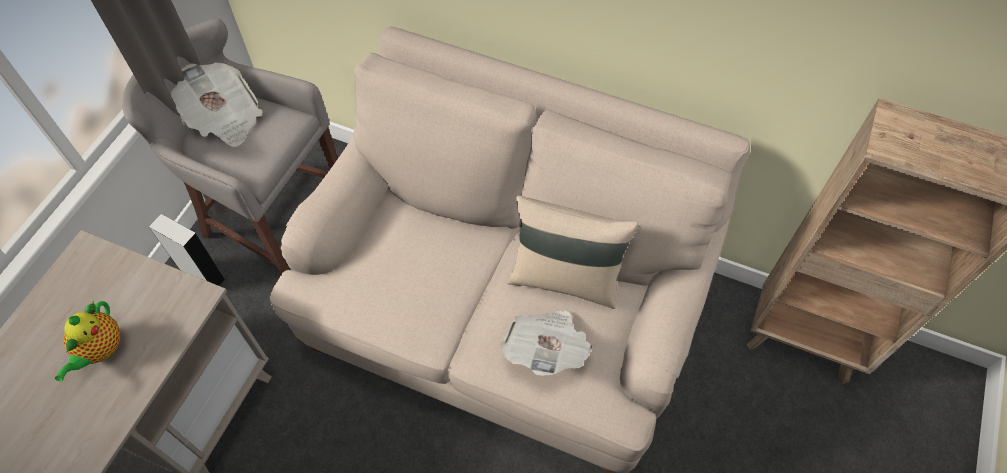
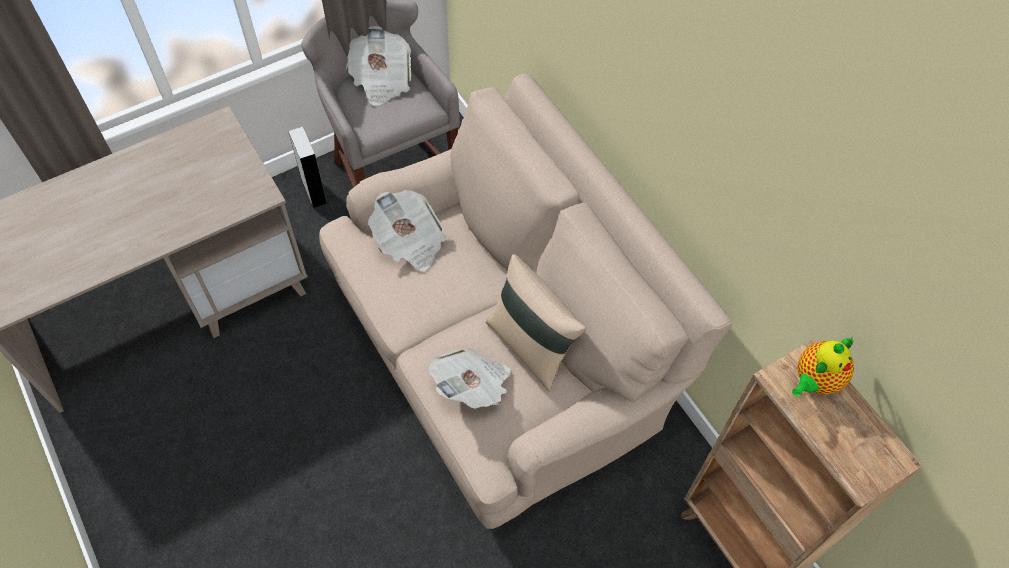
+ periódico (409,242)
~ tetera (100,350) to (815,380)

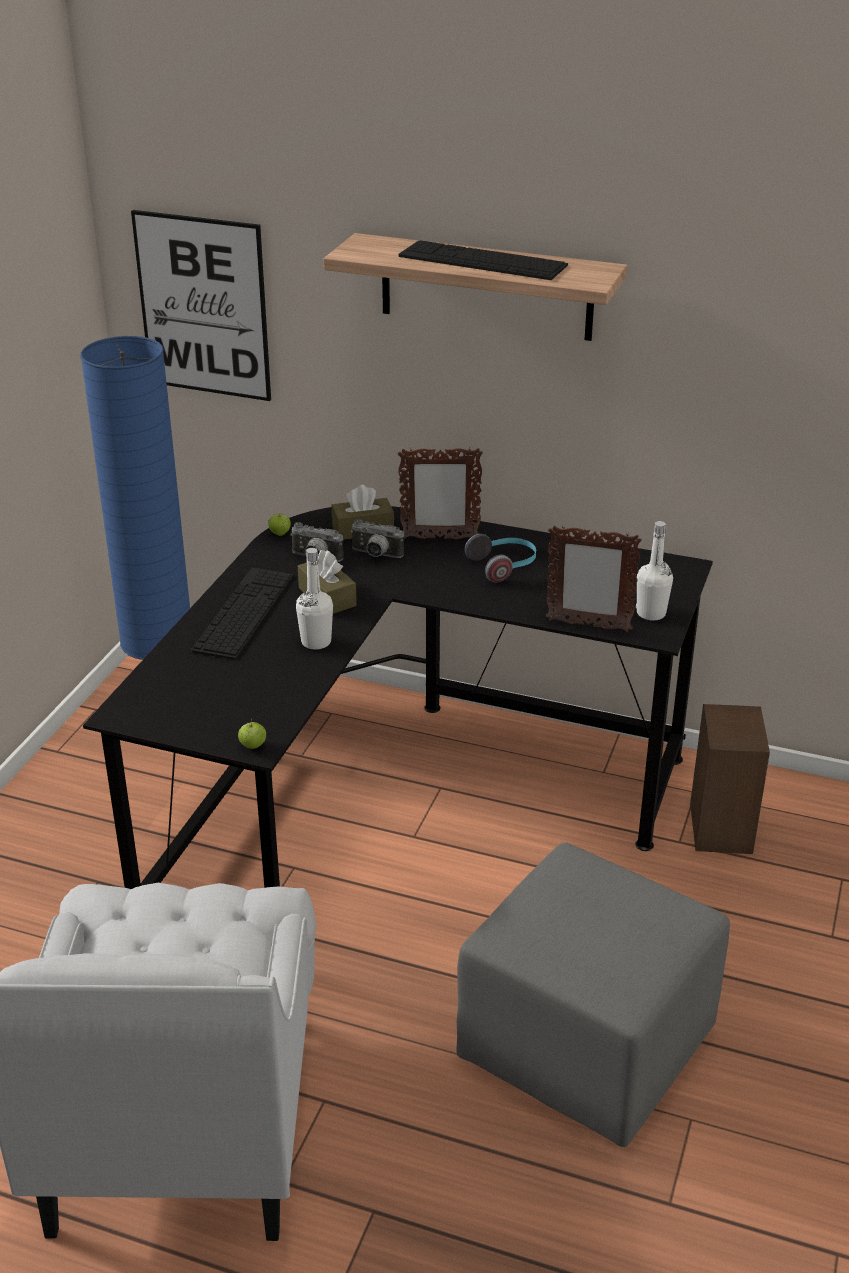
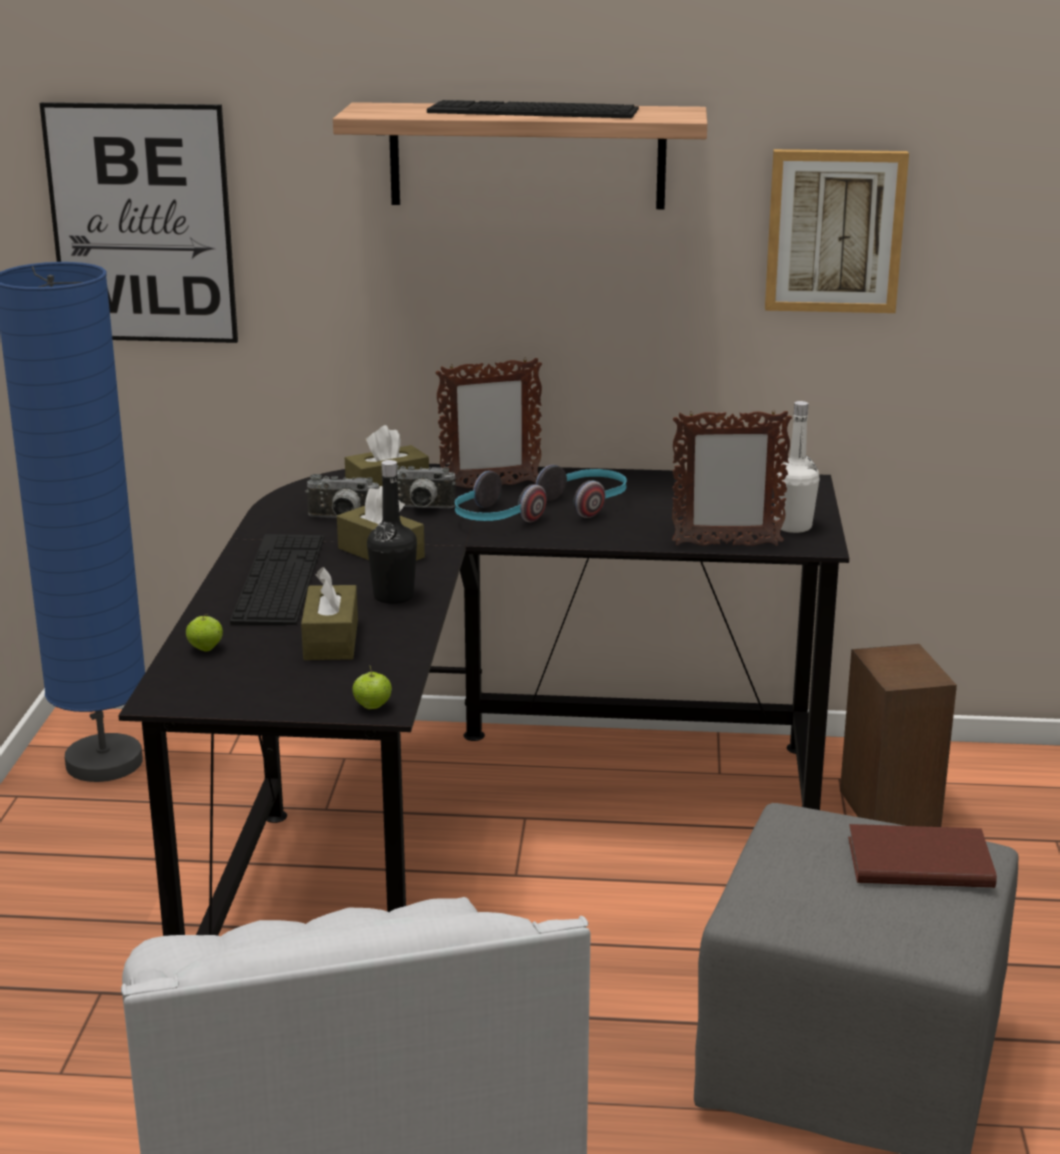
~ manzana (280,534) to (205,649)
+ caja de pañuelos/marrón (331,640)
~ botella/blanco (316,642) to botella/negro (393,596)
+ auriculares (494,520)
+ cuadro (834,230)
+ libro/marrón (917,860)

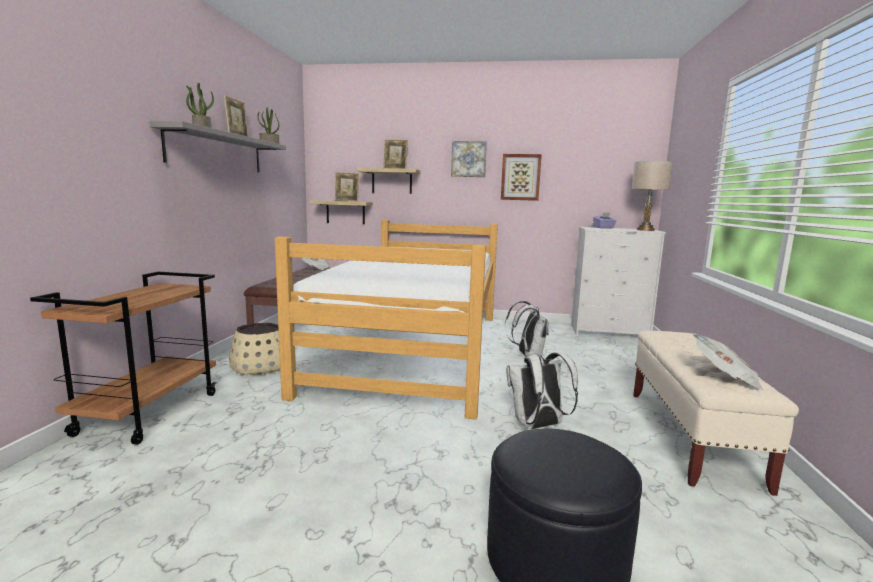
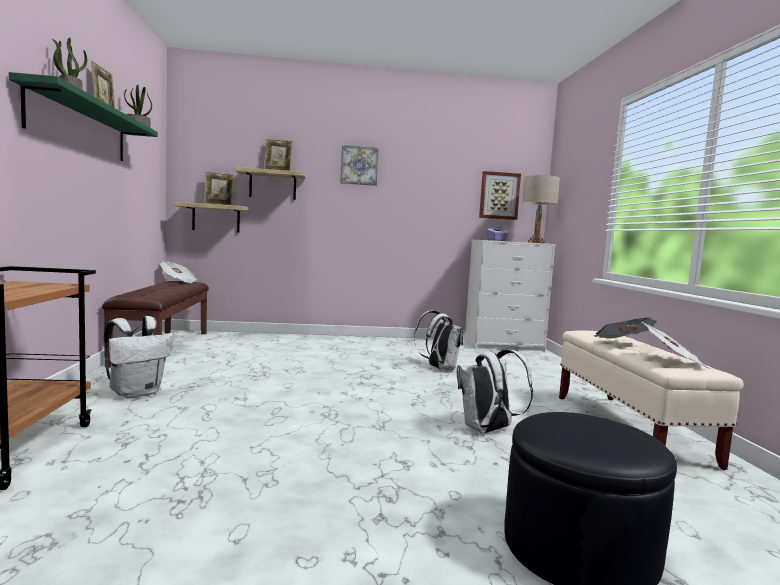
~ estante/gris (217,151) to estante/verde (80,127)
~ maceta/beis (260,367) to mochila/blanco (136,393)
~ cuadro (520,177) to (499,195)
+ periódico (622,343)
- cama (415,349)

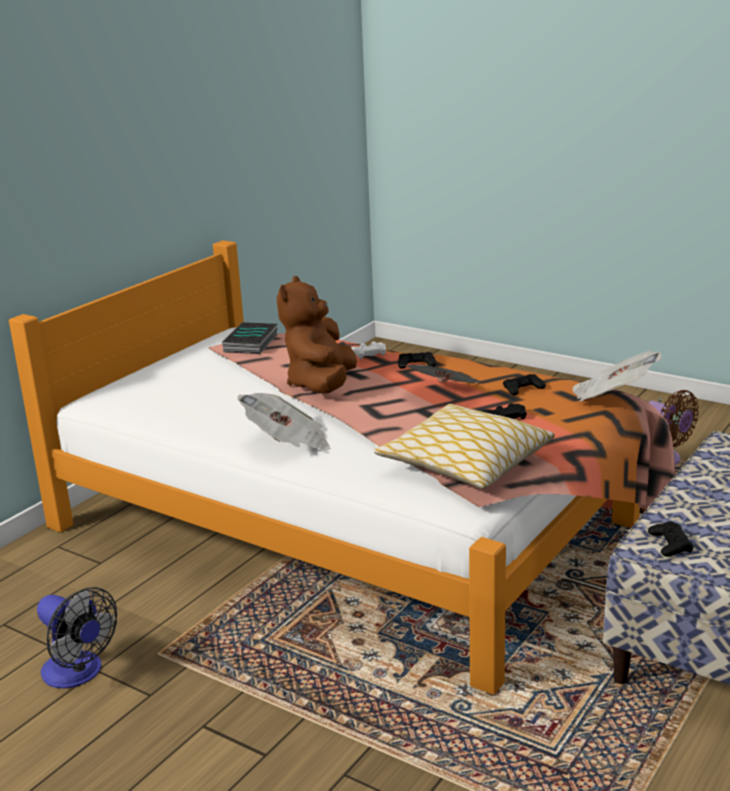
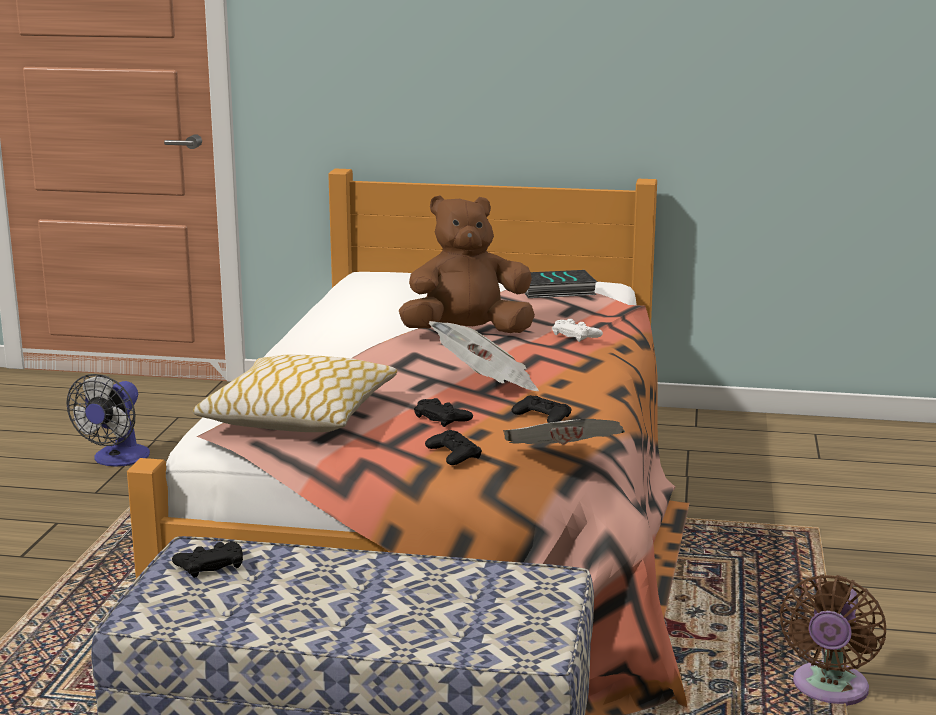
~ mando de consola/negro (416,364) to (453,454)
- periódico (288,443)

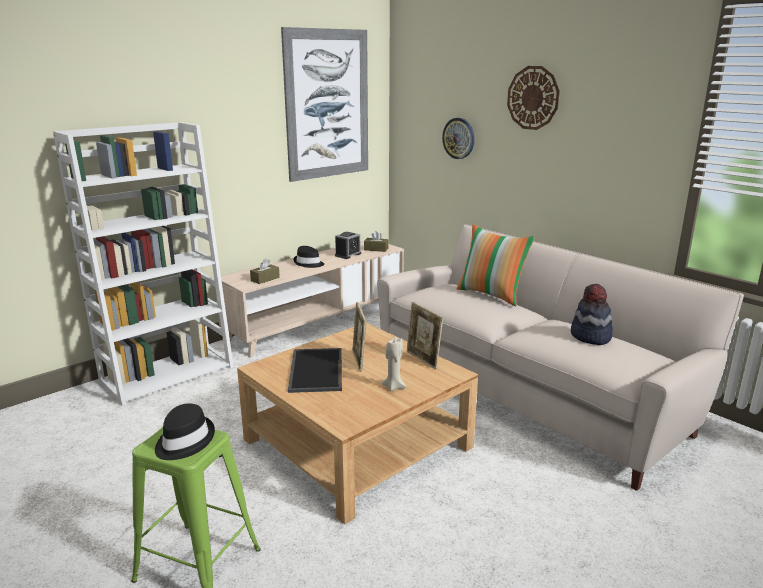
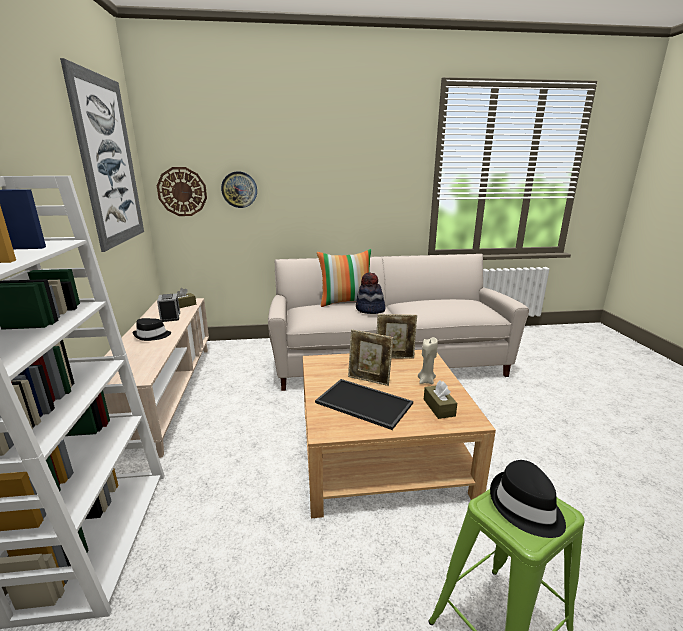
~ reloj de pared (533,98) to (182,191)
~ sombrero (590,336) to (370,310)
~ caja de pañuelos/marrón (265,279) to (439,407)

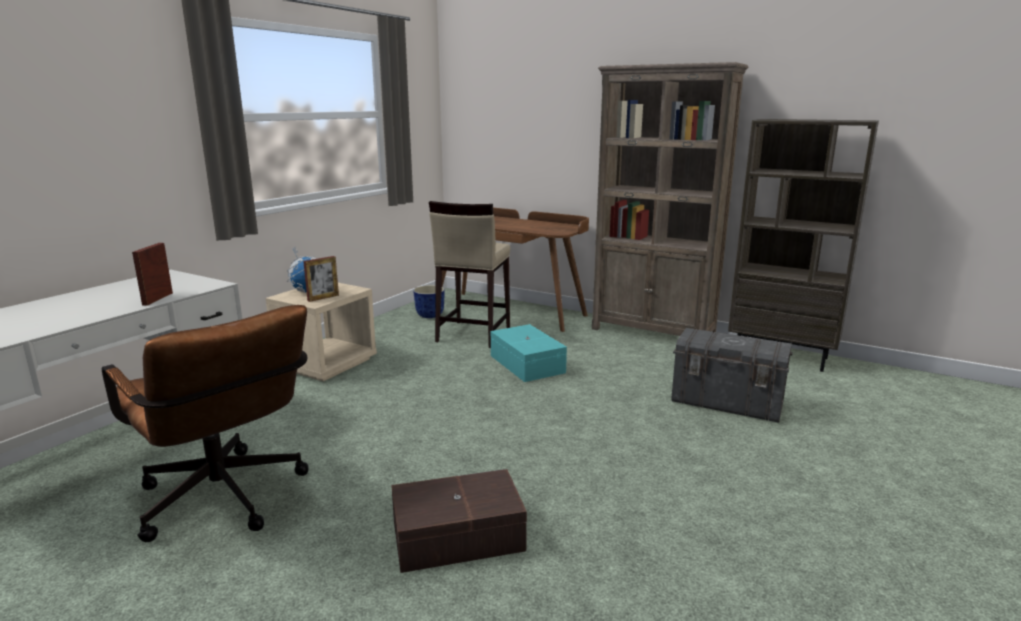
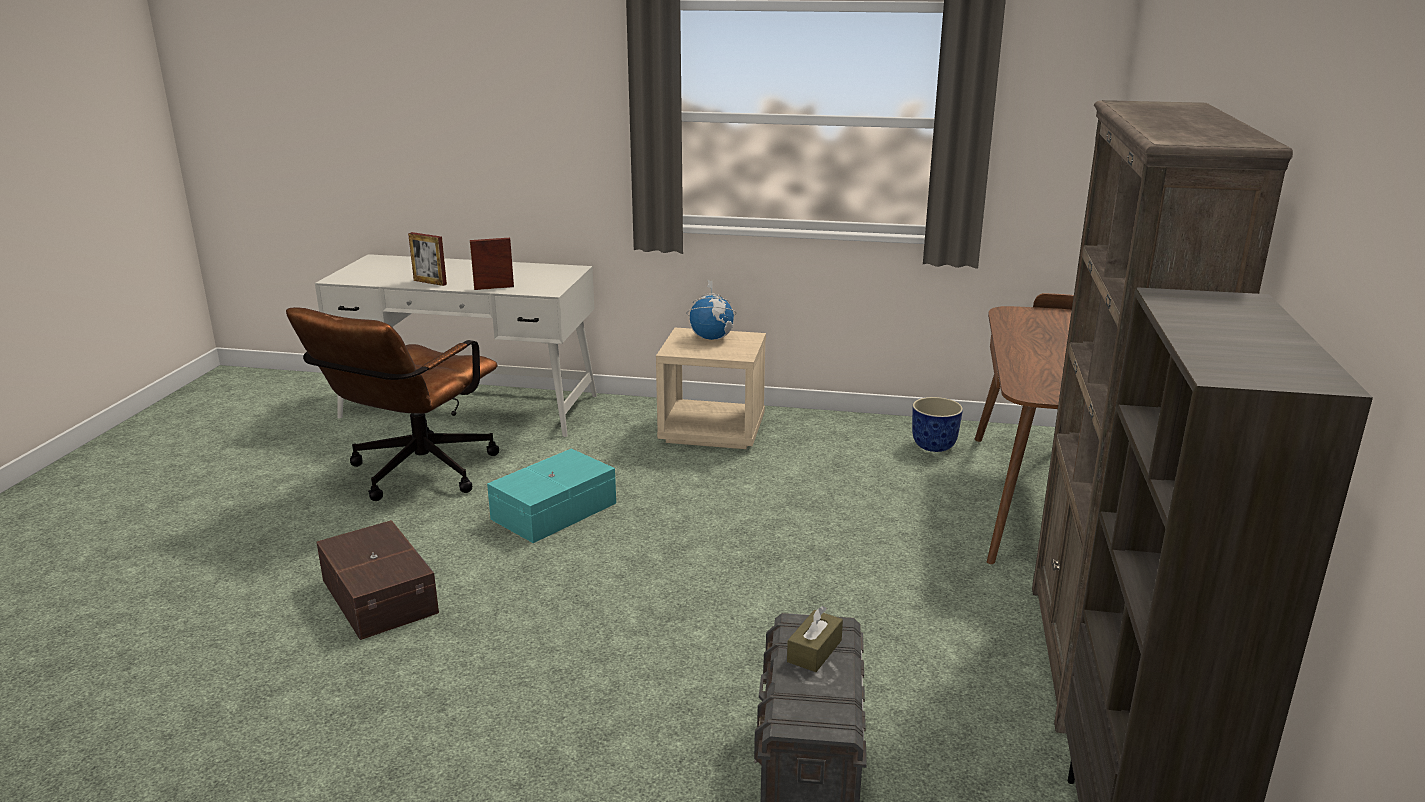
~ portarretratos (323,298) to (430,282)
~ caja de almacenaje/turquesa (527,363) to (556,511)
+ caja de pañuelos/marrón (814,651)
- taburete/beis (472,334)

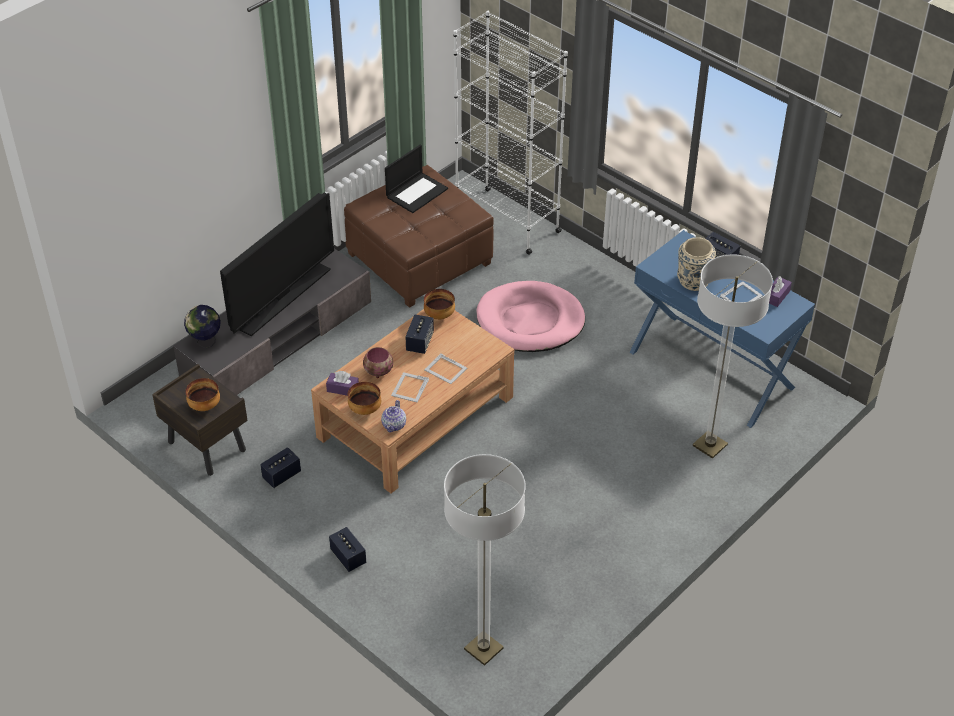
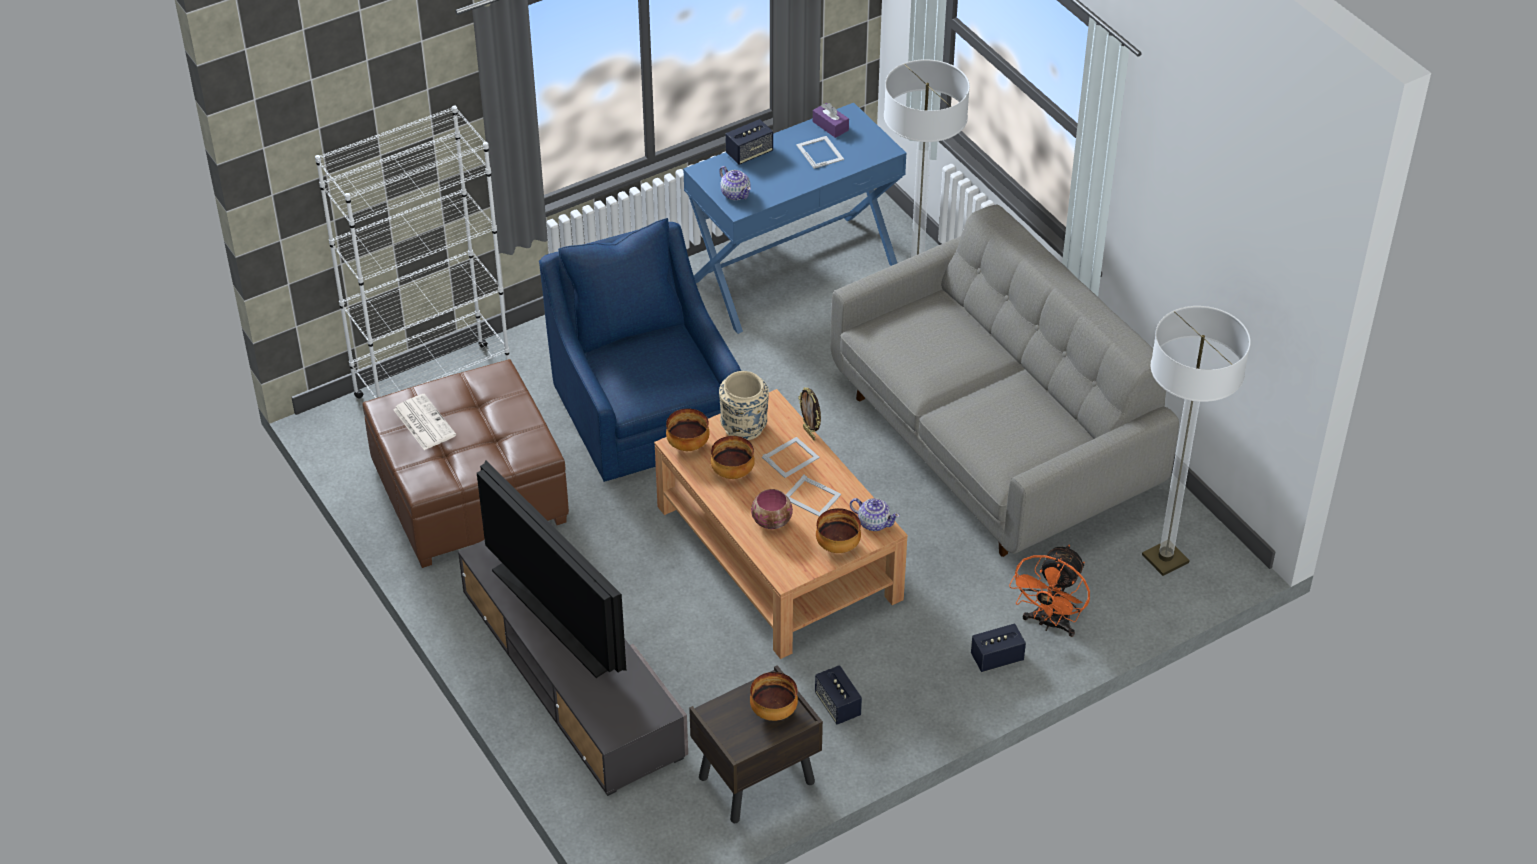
~ portátil (417,192) to periódico (423,422)
~ cama para perro/rosa (530,321) to sillón/azul (644,409)
~ altavoz (420,342) to cuenco (732,473)
+ tetera (735,193)
~ florero/beis (693,281) to (744,428)
+ portarretratos (810,433)
+ sofá/gris (992,445)
+ ventilador/naranja (1049,623)
- globo terráqueo (205,342)
- caja de pañuelos/morado (343,389)

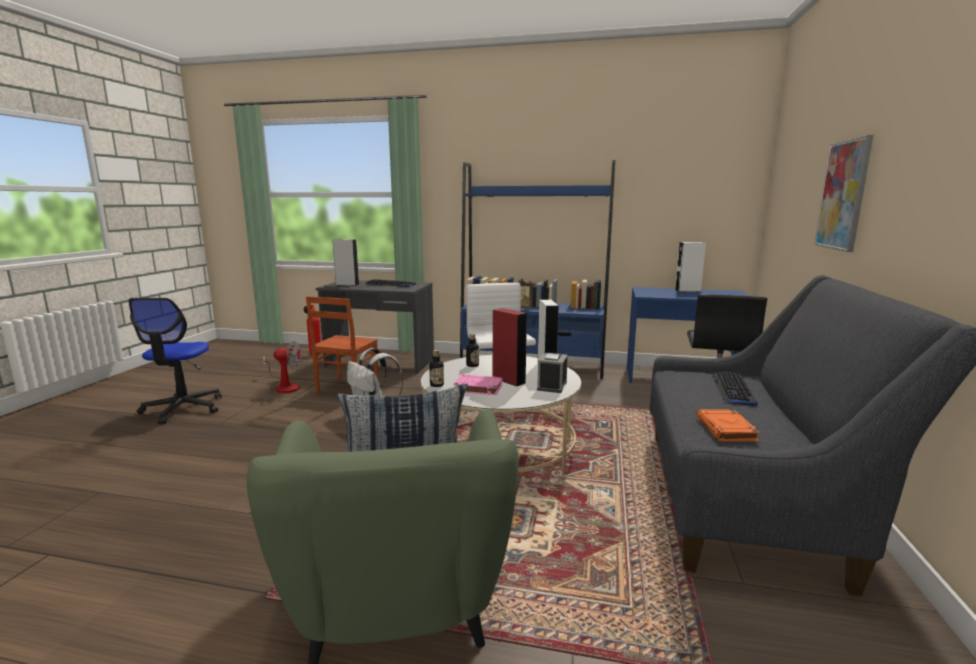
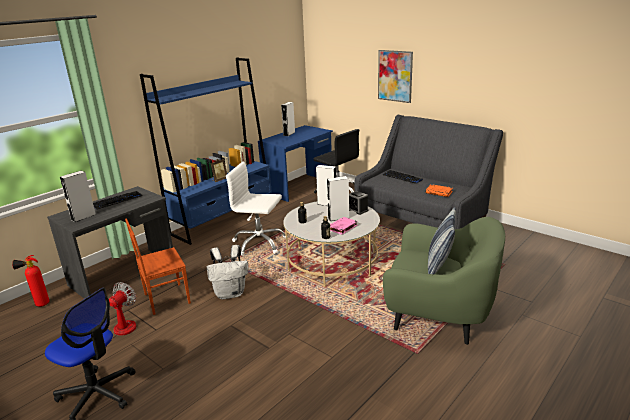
~ silla/marrón (346,389) = (166,298) 105 degrees clockwise
~ altavoz/rojo (508,380) to altavoz/blanco (338,218)

